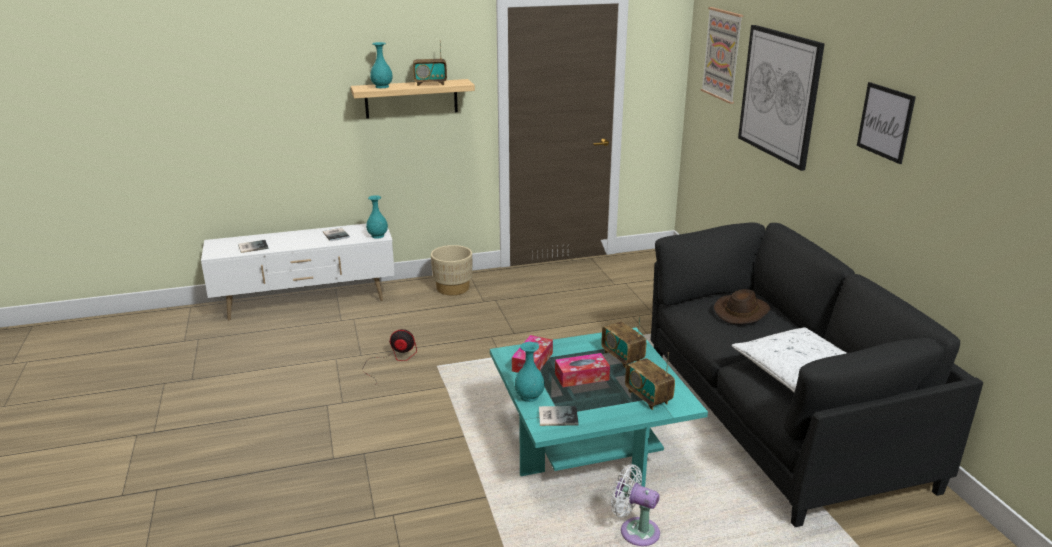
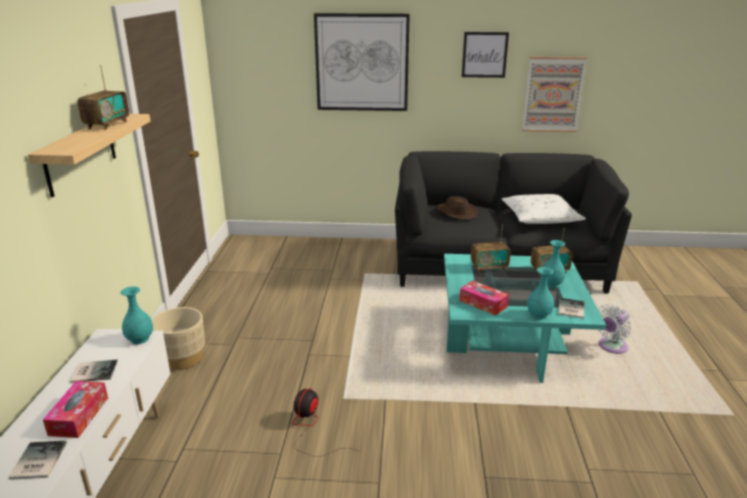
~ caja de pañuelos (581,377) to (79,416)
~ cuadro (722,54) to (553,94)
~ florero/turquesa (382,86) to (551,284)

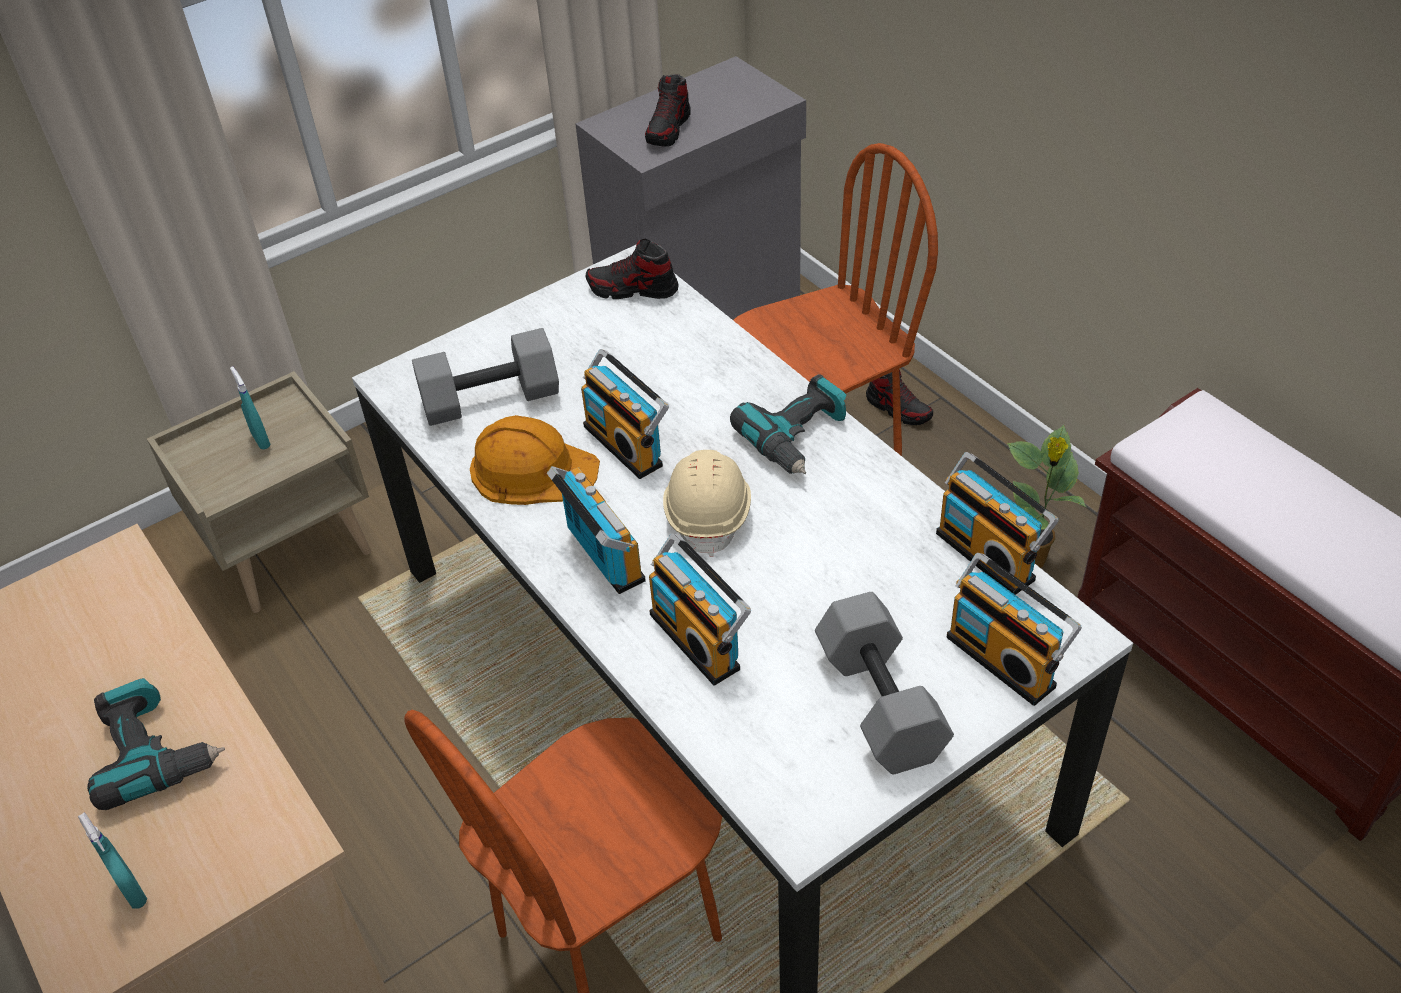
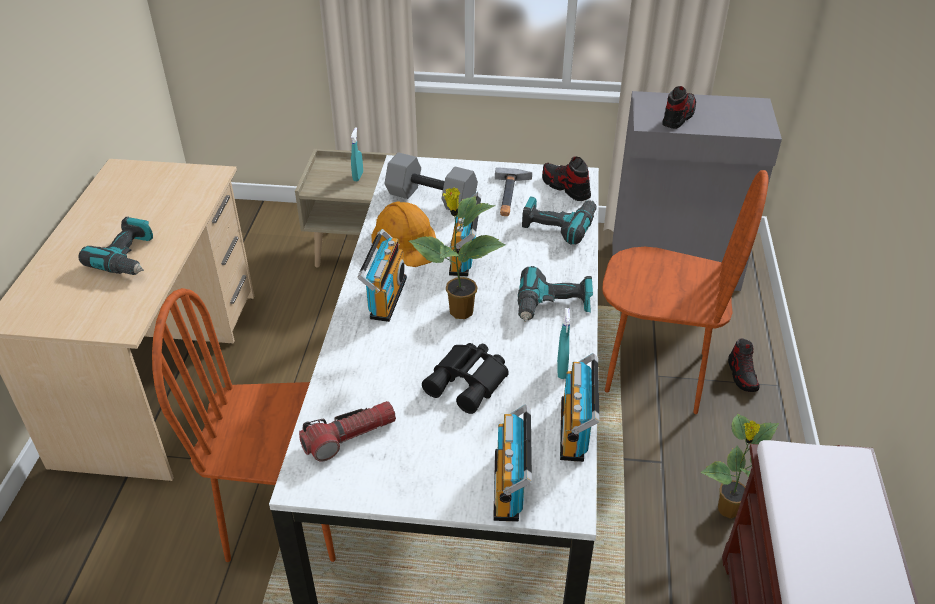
+ linterna (349,437)
~ casco/beis (709,513) to planta en maceta (459,312)
+ prismáticos/negro (469,382)
+ martillo (510,195)
+ taladro (558,224)
~ pulverizador/turquesa (133,891) to (562,370)
~ zapato (668,129) = (678,116) 150 degrees clockwise
- radio (699,639)
- mancuerna/gris (877,702)

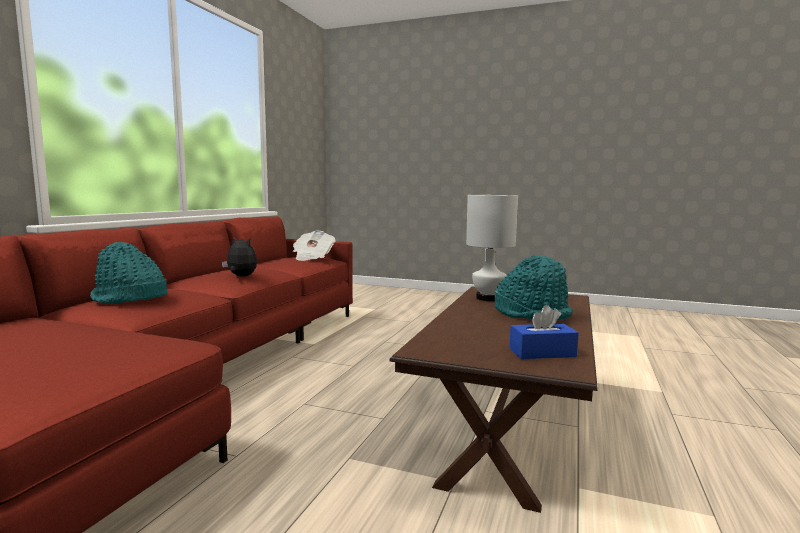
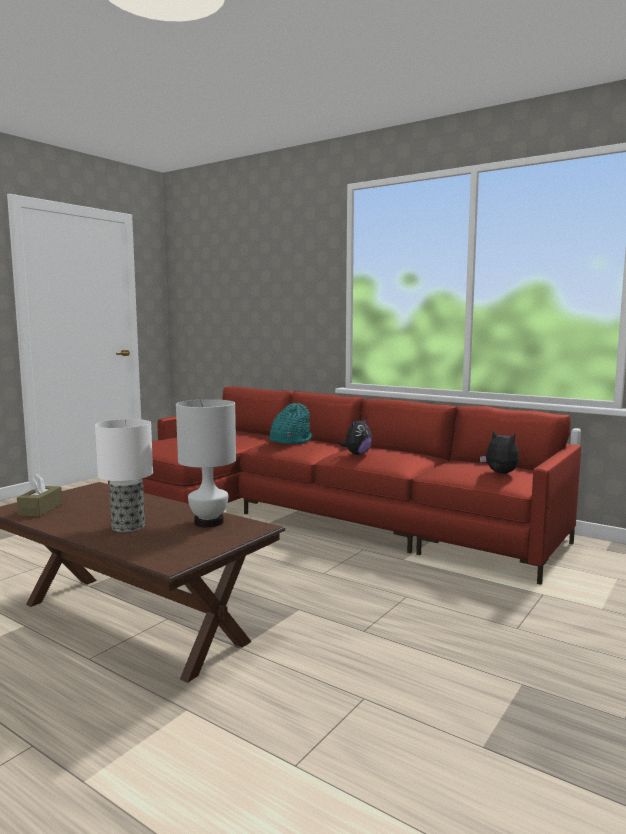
~ caja de pañuelos/azul (542,353) to caja de pañuelos/marrón (41,509)
~ sombrero/turquesa (532,313) to lámpara de mesa (129,527)
~ periódico (312,257) to peluche (500,473)

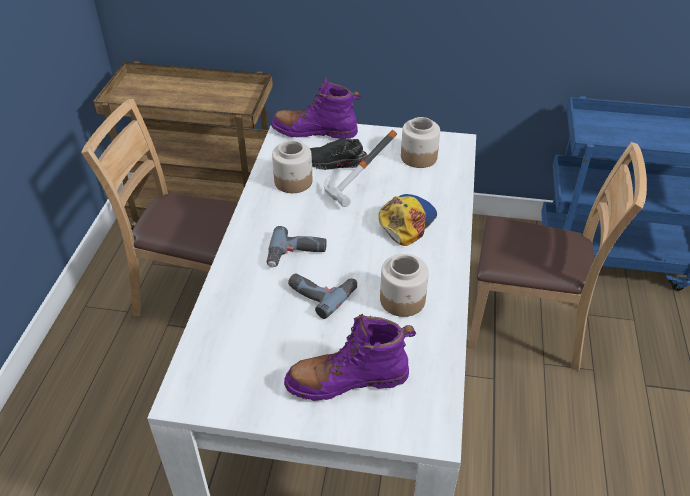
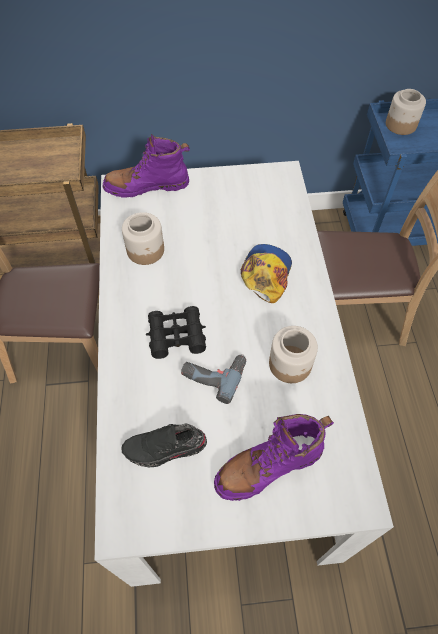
~ zapato/negro (335,163) to (165,449)
~ taladro (296,255) to prismáticos/negro (176,336)
~ tarro (418,157) to (400,124)
- martillo (362,192)

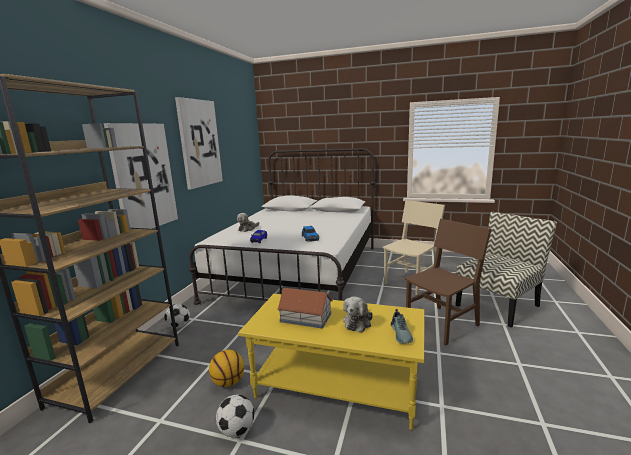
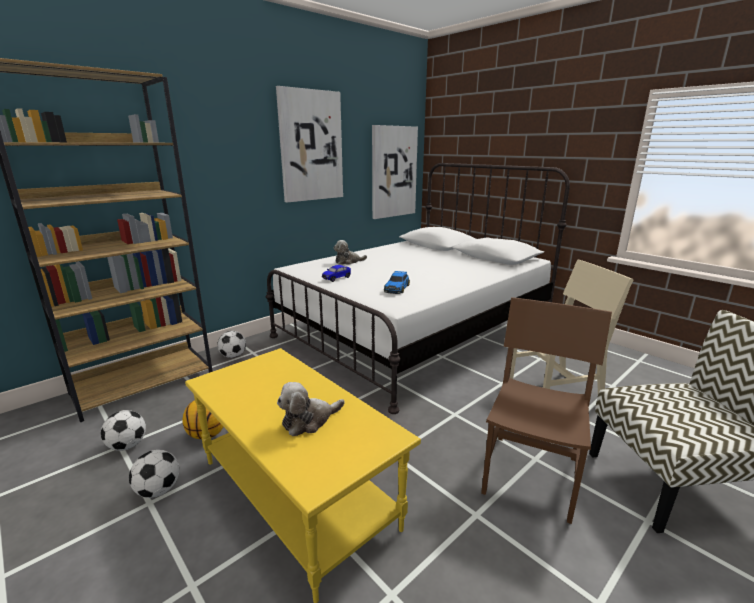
+ balón de fútbol (127,445)
~ cuadro (143,177) to (393,172)
~ silla/marrón (442,324) = (531,474) 60 degrees counterclockwise
- casita (305,317)
- zapato (401,334)

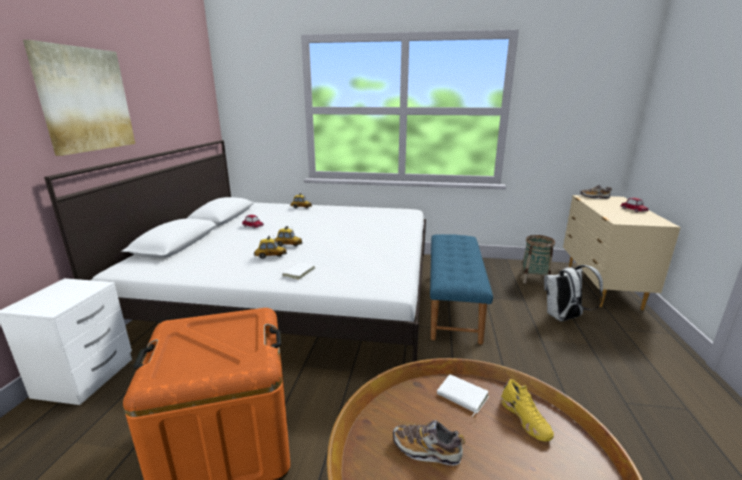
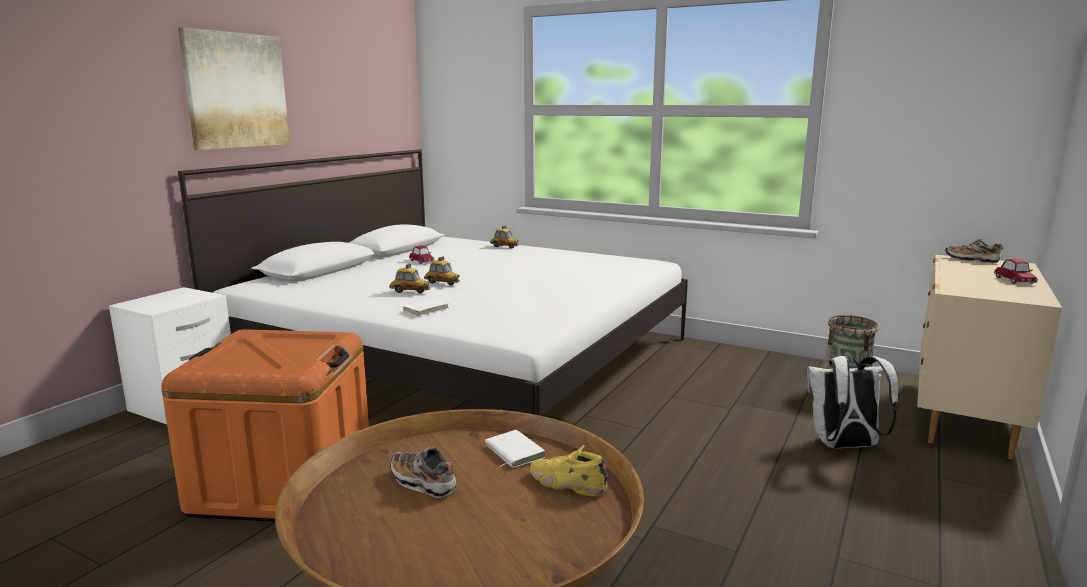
~ zapato/amarillo (526,419) = (567,484) 120 degrees clockwise
- banco/azul (452,303)

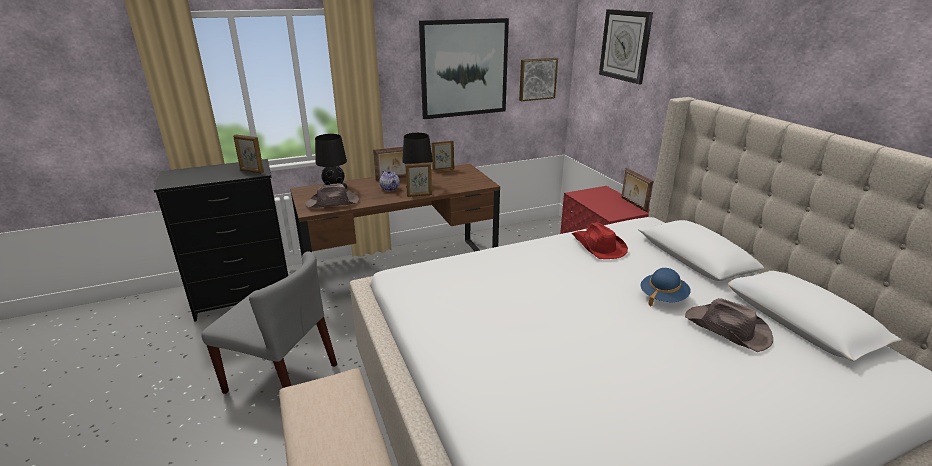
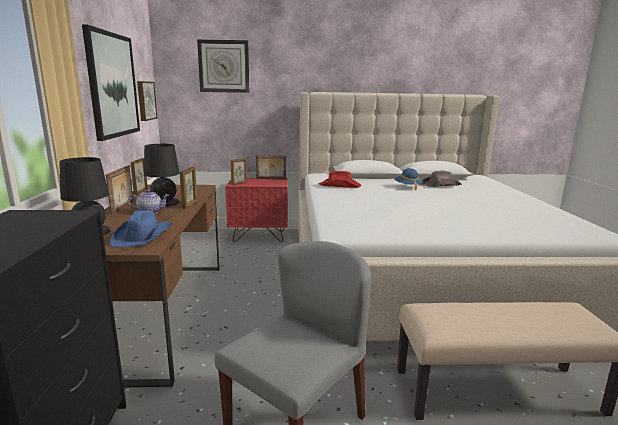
~ sombrero/marrón (333,203) to sombrero/azul (143,236)
~ portarretratos (251,171) to (239,183)

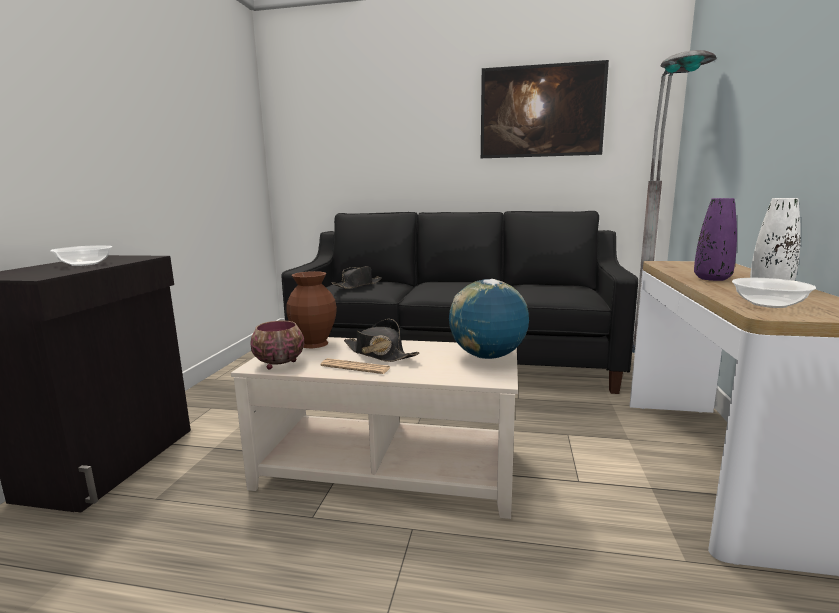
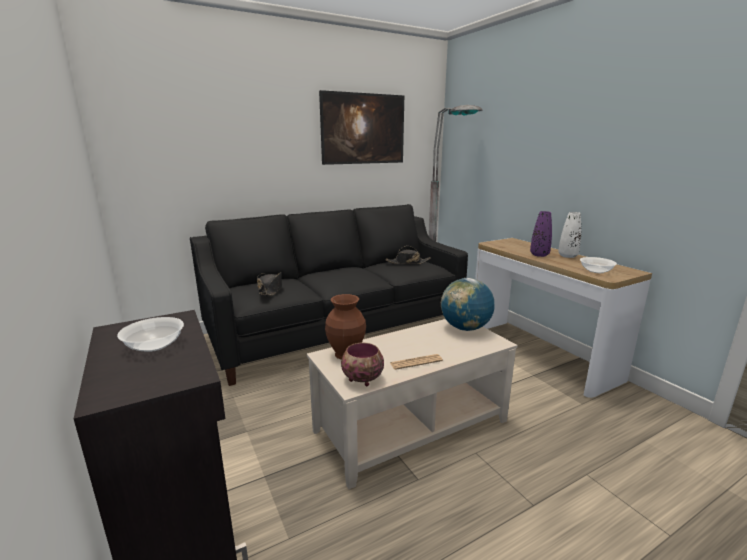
~ sombrero/negro (379,354) to (407,262)

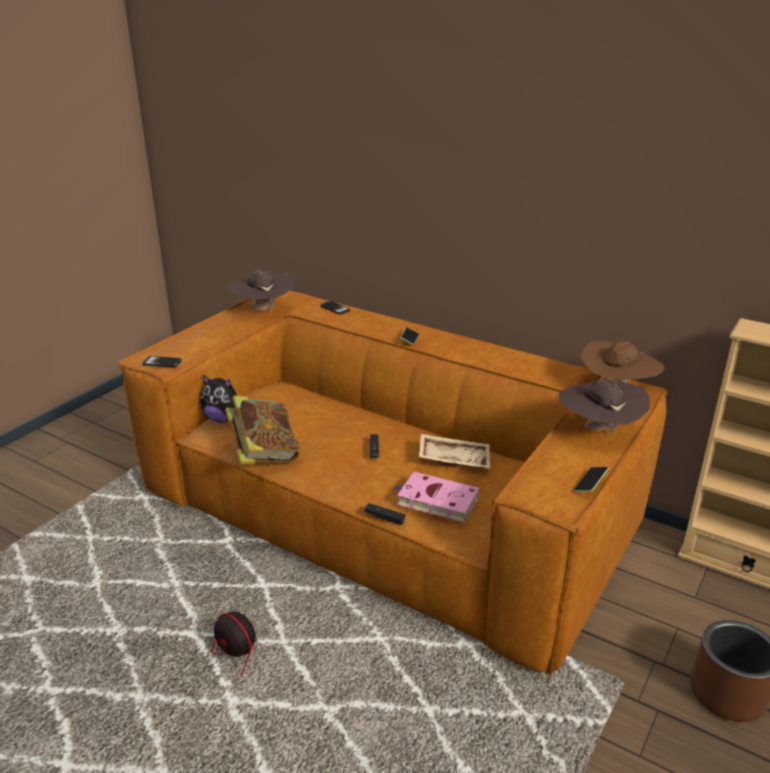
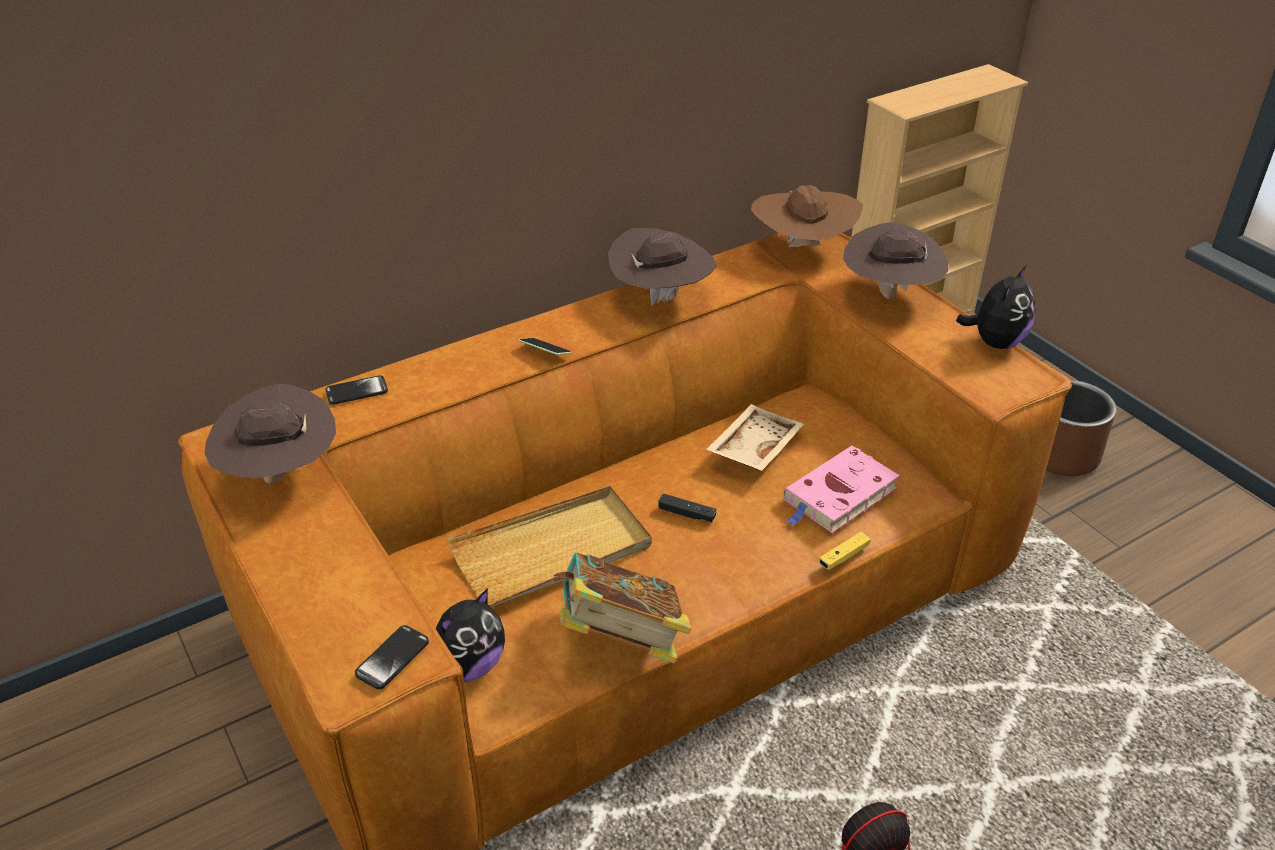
+ bandeja/beis (552,551)
+ sombrero/marrón (661,297)
~ mando de consola/negro (384,518) to mando de consola/amarillo (844,556)
~ móvil (590,484) to peluche (995,342)

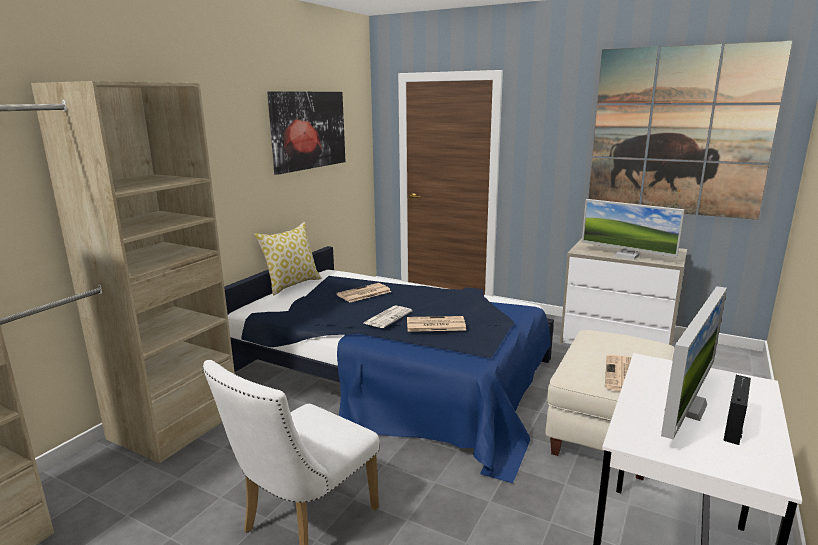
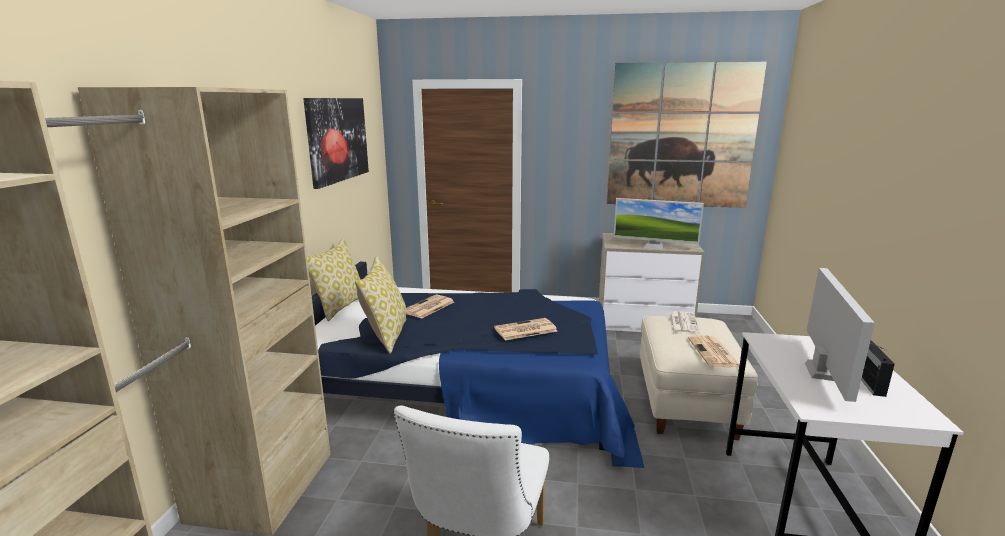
+ cojín (386,335)
~ periódico (388,317) to (682,323)

